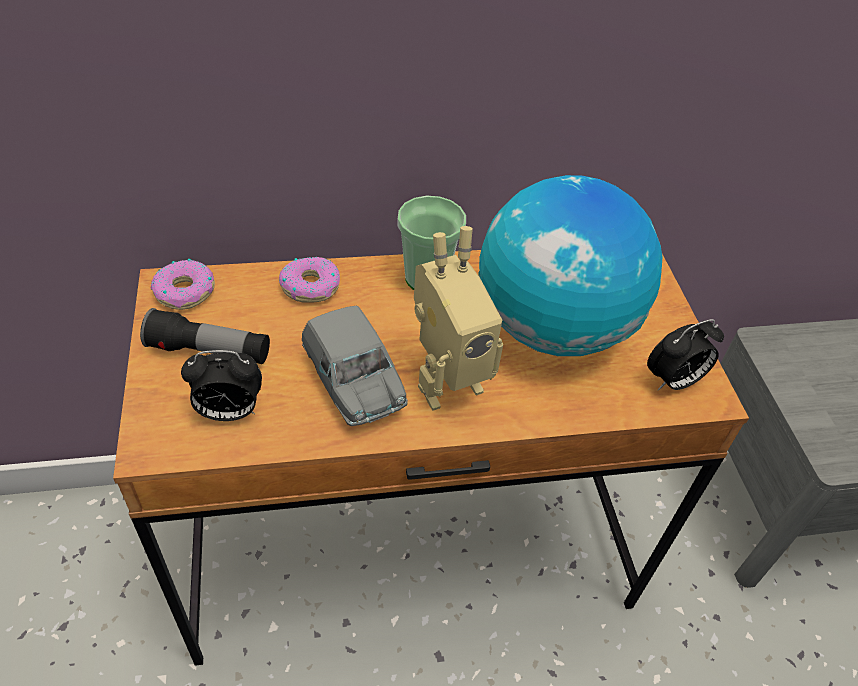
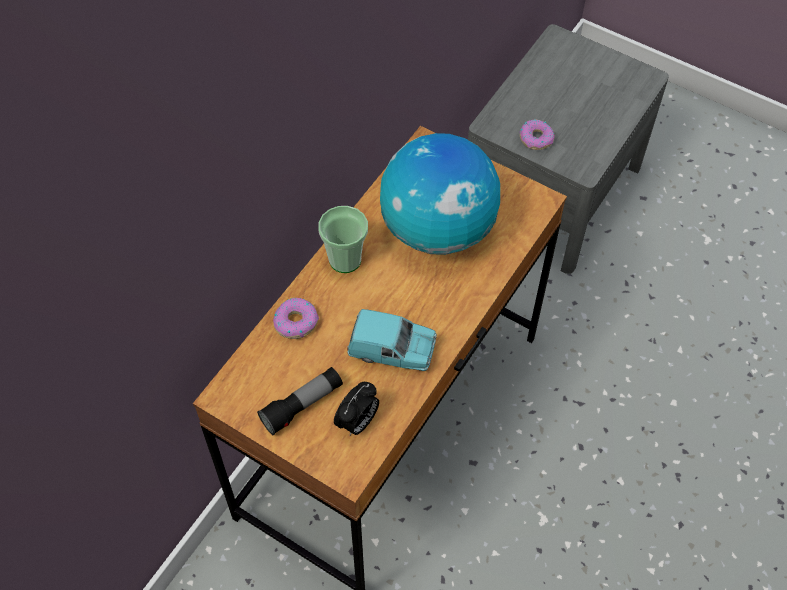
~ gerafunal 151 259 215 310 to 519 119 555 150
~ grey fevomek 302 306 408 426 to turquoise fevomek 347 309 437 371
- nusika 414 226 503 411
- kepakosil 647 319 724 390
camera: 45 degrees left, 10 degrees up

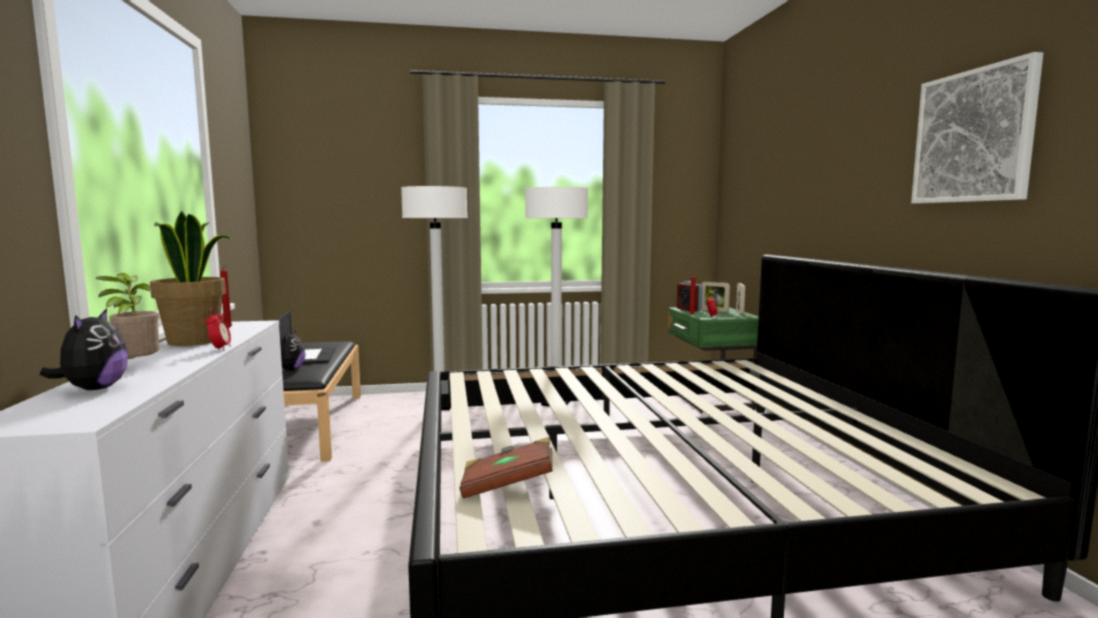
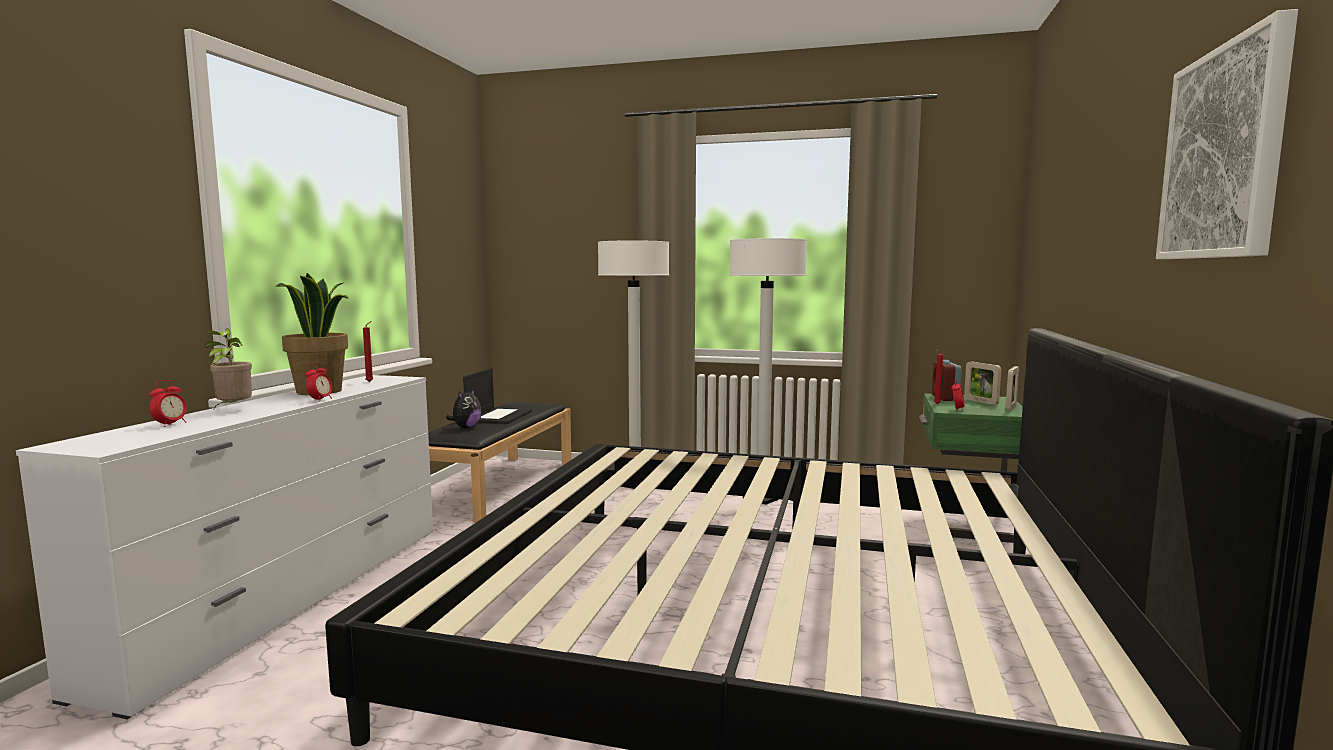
~ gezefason 40 308 128 390 to kepakosil 149 380 187 427
- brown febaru 459 437 553 499
camera: 25 degrees right, 0 degrees up

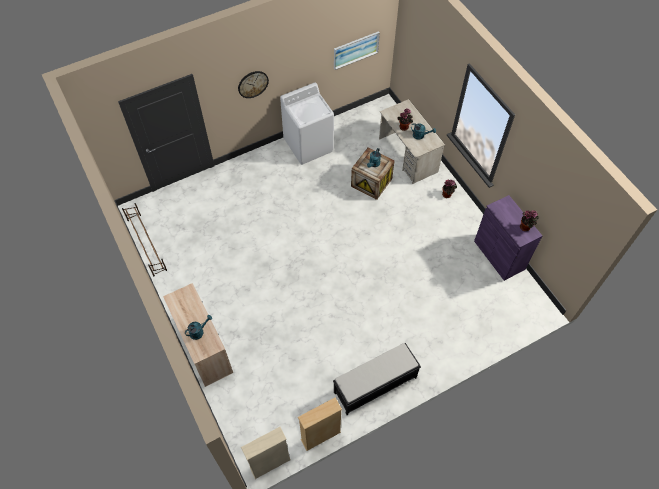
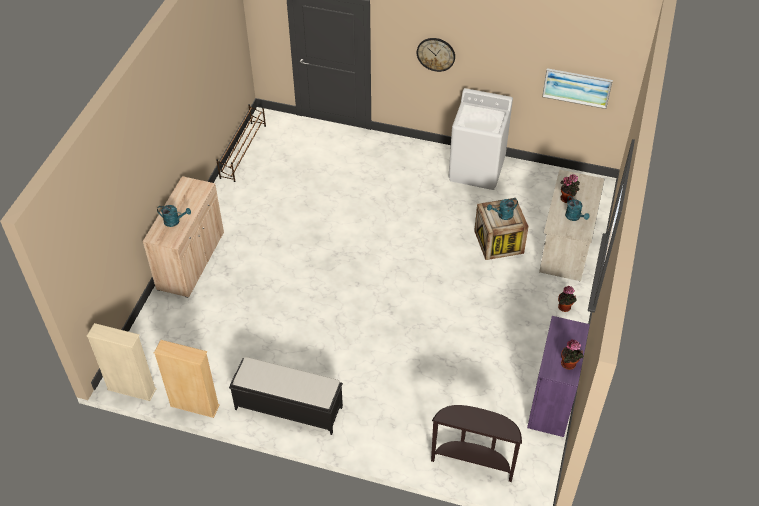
+ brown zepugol 431 405 522 482
camera: 45 degrees right, 10 degrees down

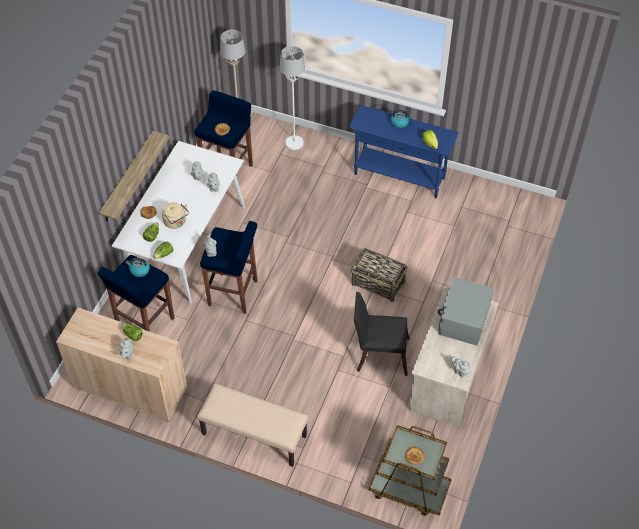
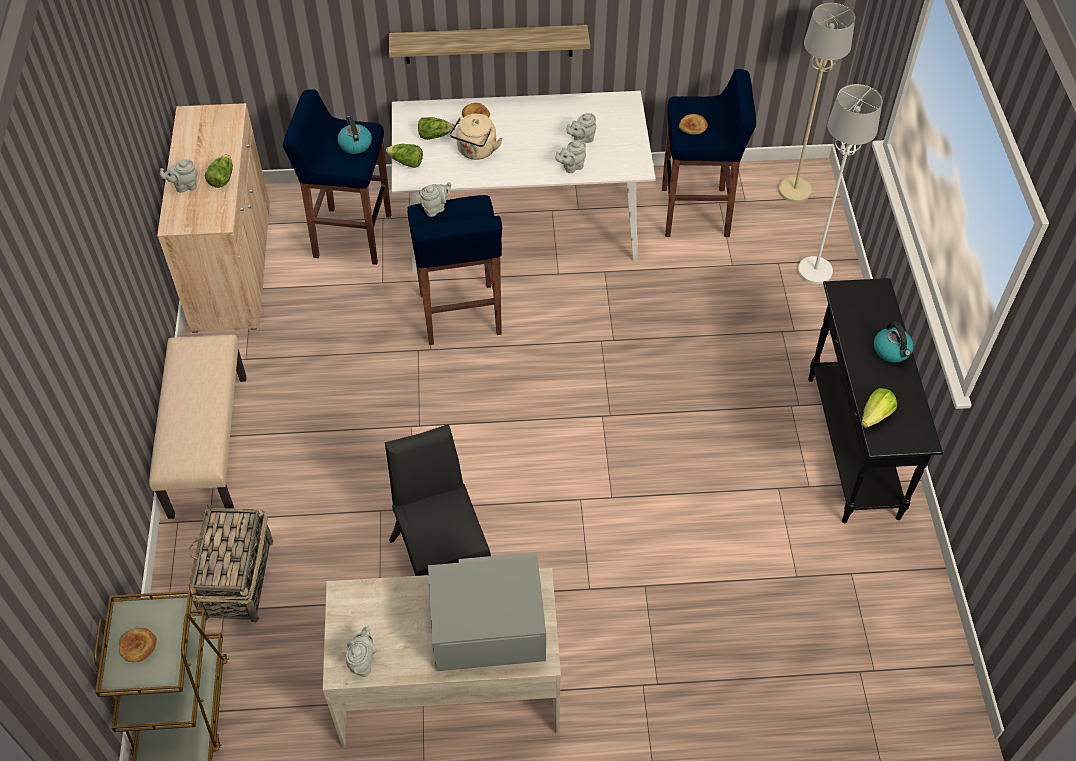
~ blue zepugol 349 105 459 198 to black zepugol 808 278 943 523
~ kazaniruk 351 248 407 302 to 188 505 273 622
camera: 65 degrees right, 0 degrees up

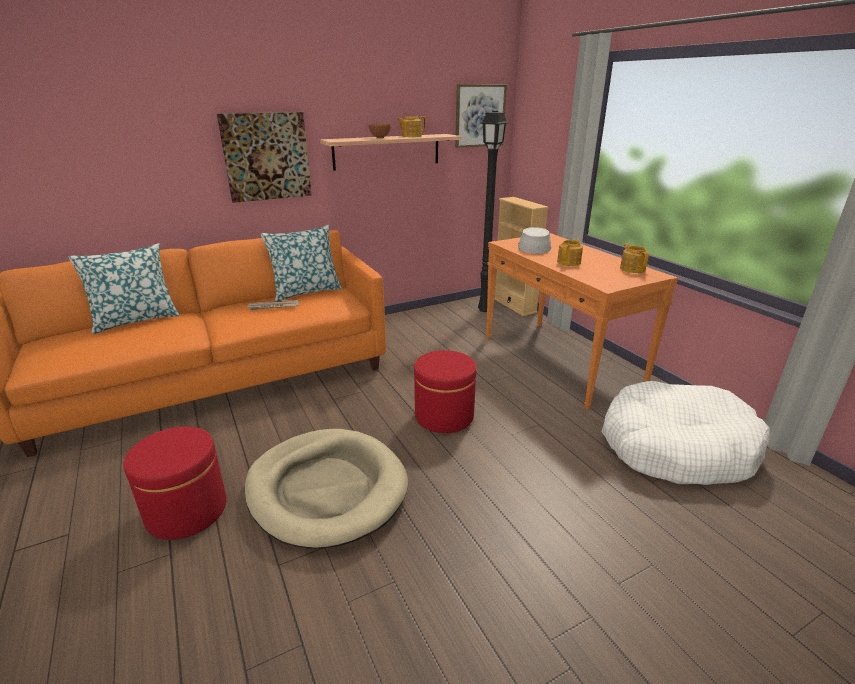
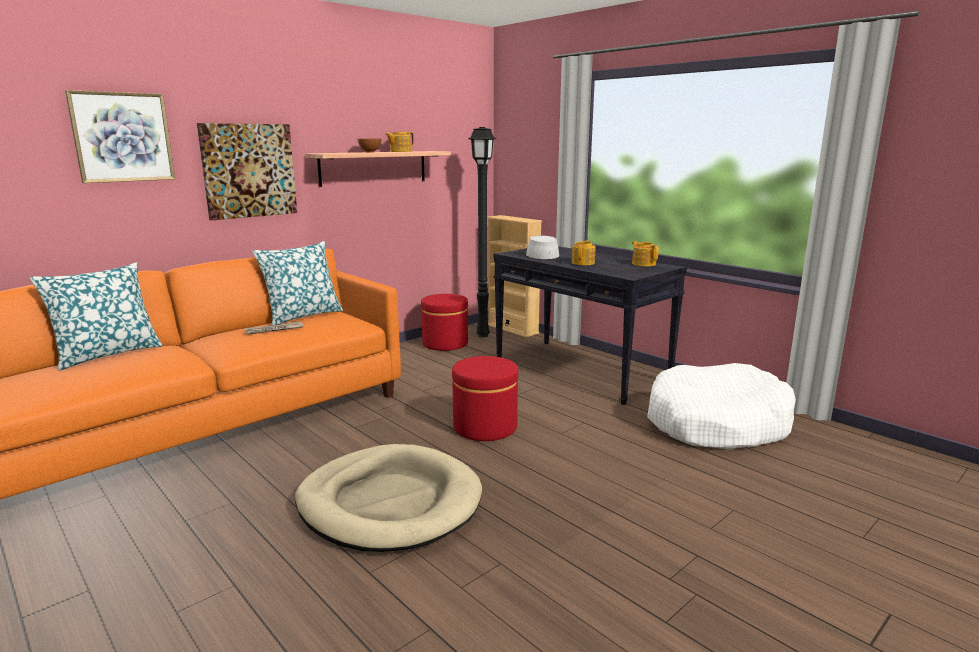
~ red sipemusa 123 426 227 540 to 421 294 468 351
~ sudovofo 455 84 507 148 to 65 90 175 183
~ orange zepugol 486 233 678 409 to black zepugol 493 246 687 405
camera: 15 degrees left, 10 degrees down

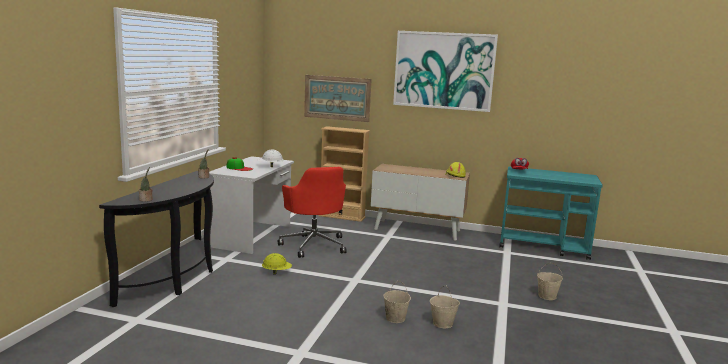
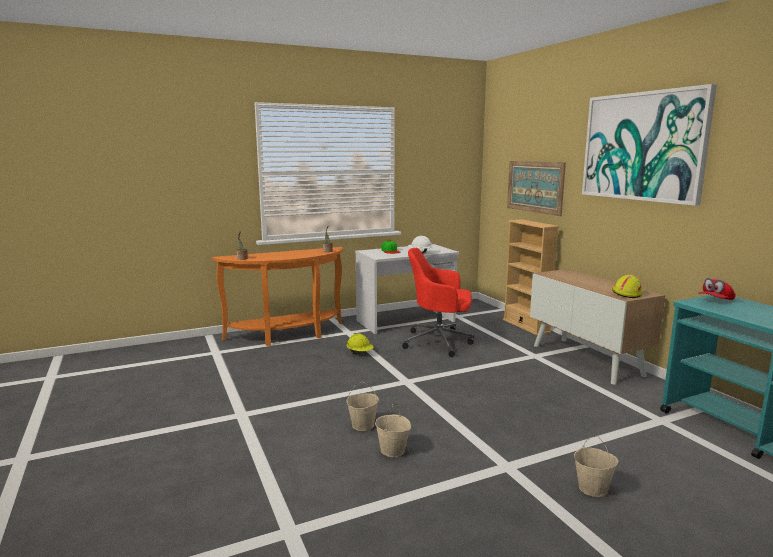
~ black zepugol 99 171 214 307 to orange zepugol 212 247 343 346
~ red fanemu 278 167 347 258 = 402 248 474 357 75 degrees clockwise
camera: 50 degrees right, 0 degrees up

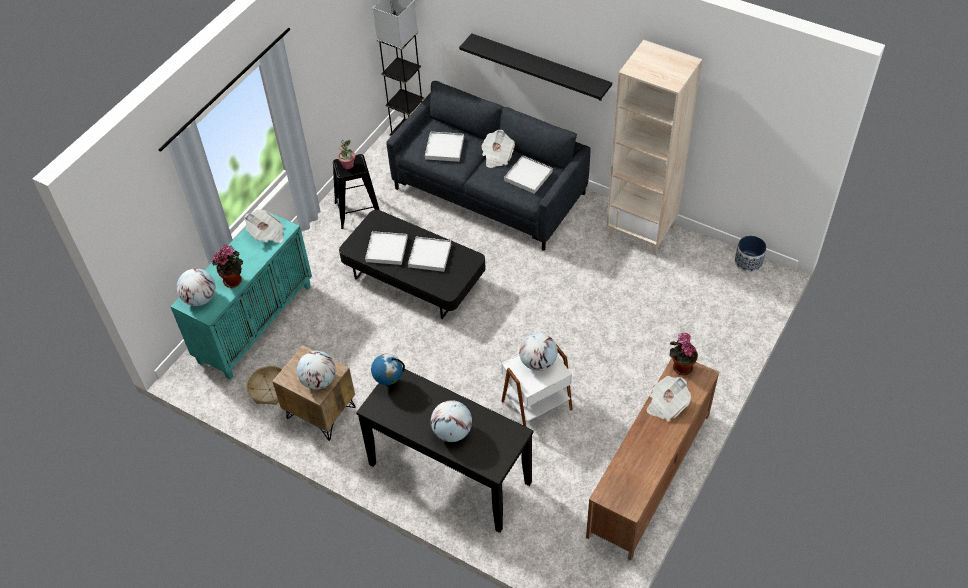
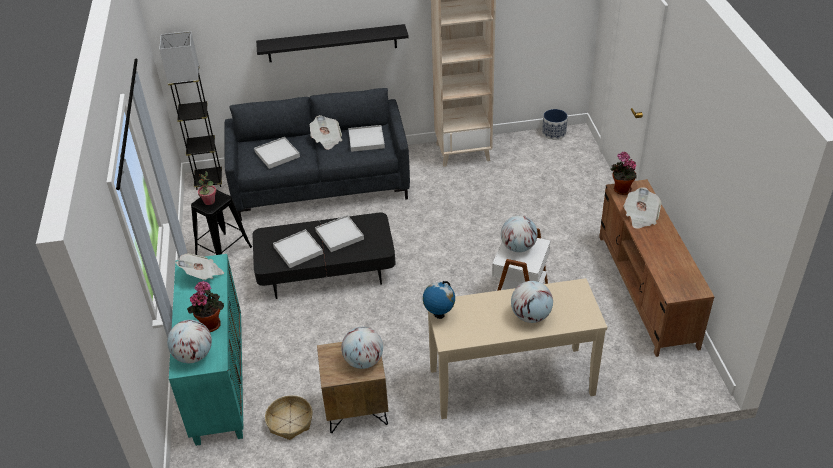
~ black zepugol 356 369 533 533 to beige zepugol 428 278 607 419
camera: 40 degrees left, 10 degrees down

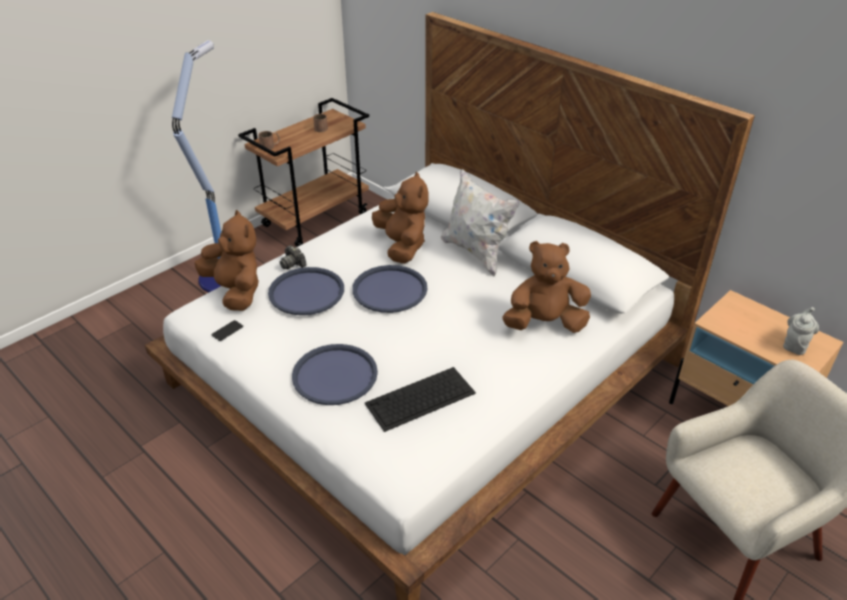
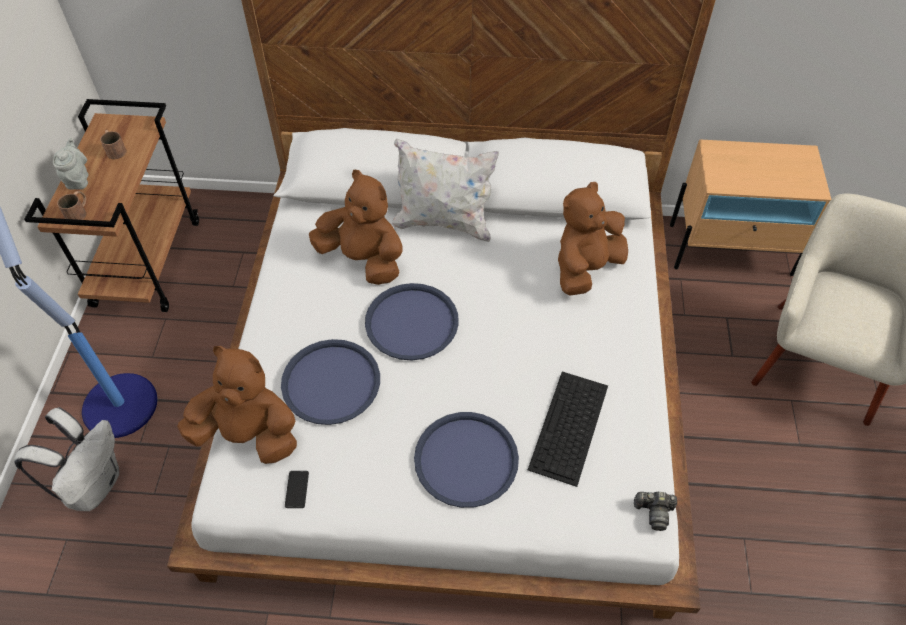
~ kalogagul 280 245 307 269 to 634 492 677 531
~ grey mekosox 783 307 819 355 to 53 137 88 190
+ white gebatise 14 407 119 511
camera: 40 degrees left, 15 degrees up

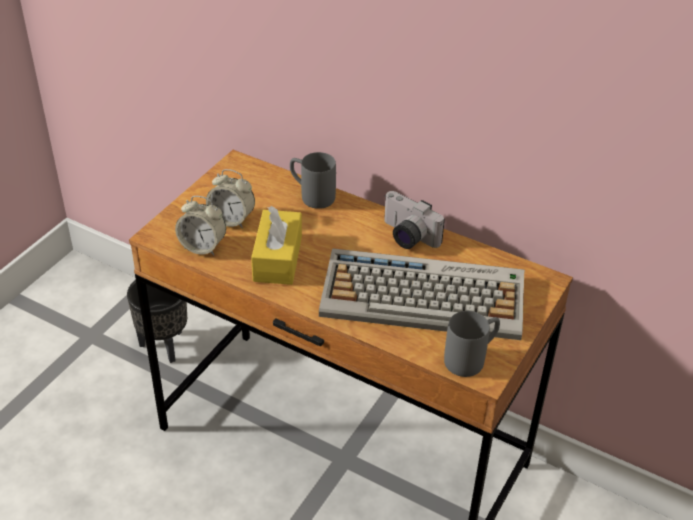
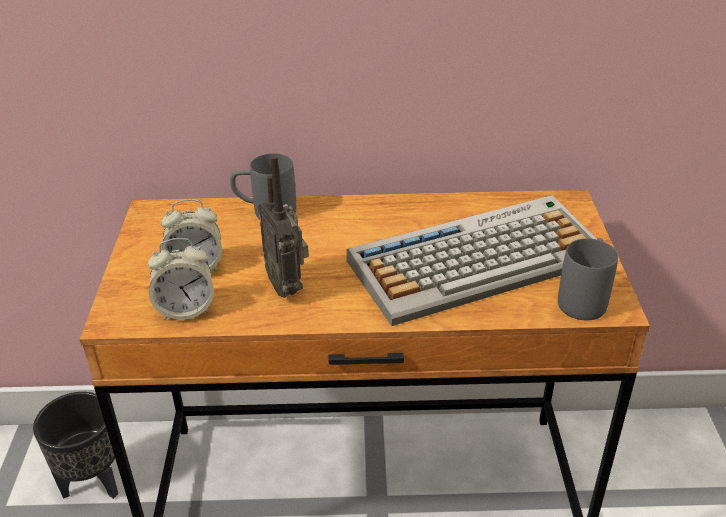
~ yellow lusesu 251 206 302 285 to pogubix 258 155 309 298
- kalogagul 384 191 445 249
camera: 30 degrees left, 5 degrees down

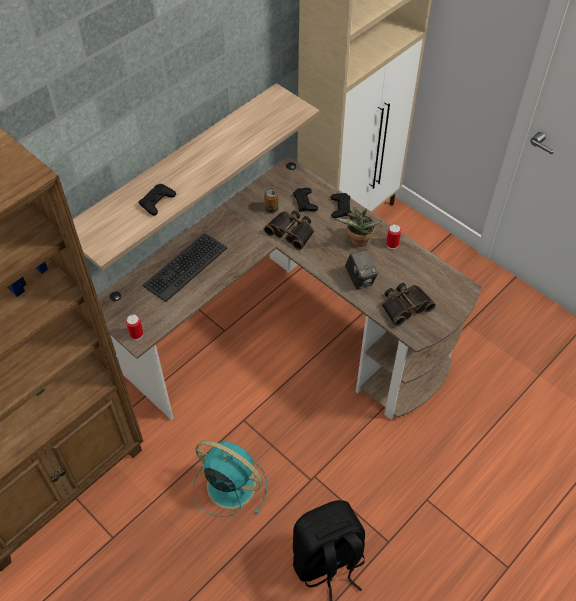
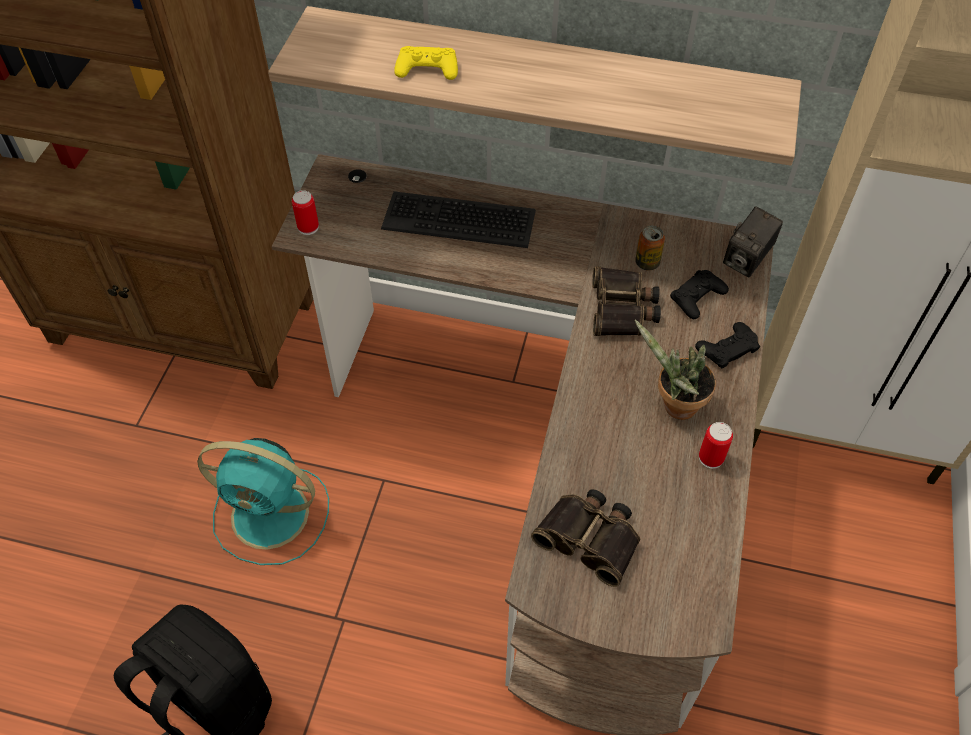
~ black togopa 138 184 176 216 to yellow togopa 394 46 458 80
~ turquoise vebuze 193 440 268 516 = 197 438 329 565 105 degrees clockwise
~ kalogagul 345 249 378 290 to 723 206 783 278
camera: 60 degrees right, 0 degrees up

